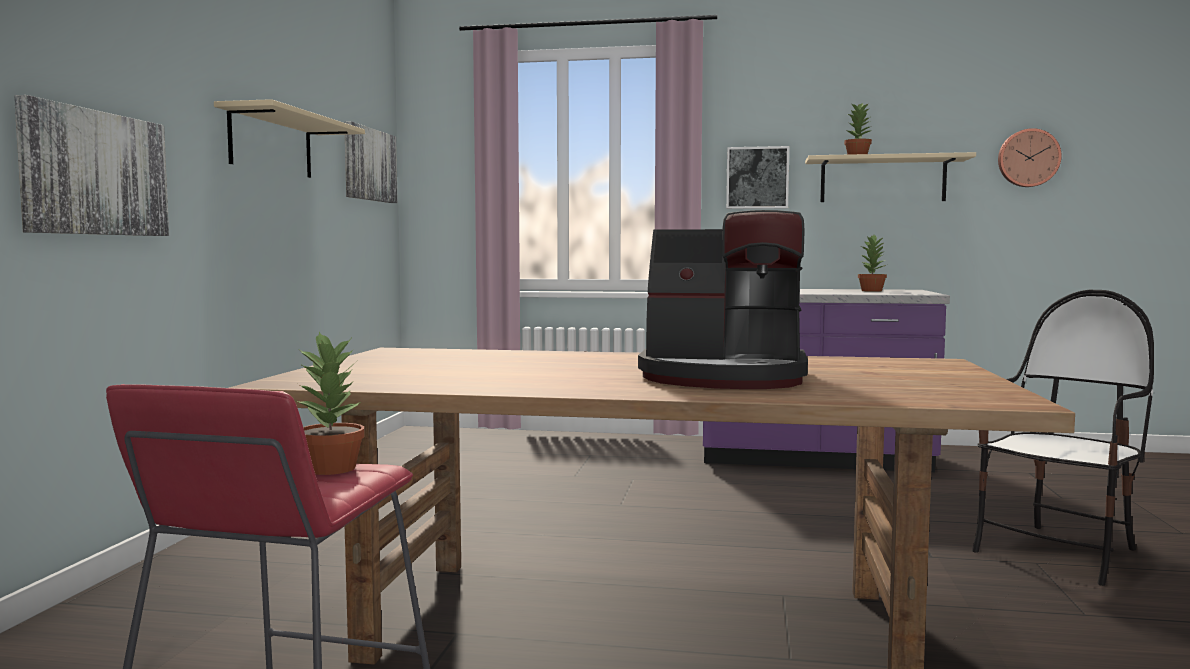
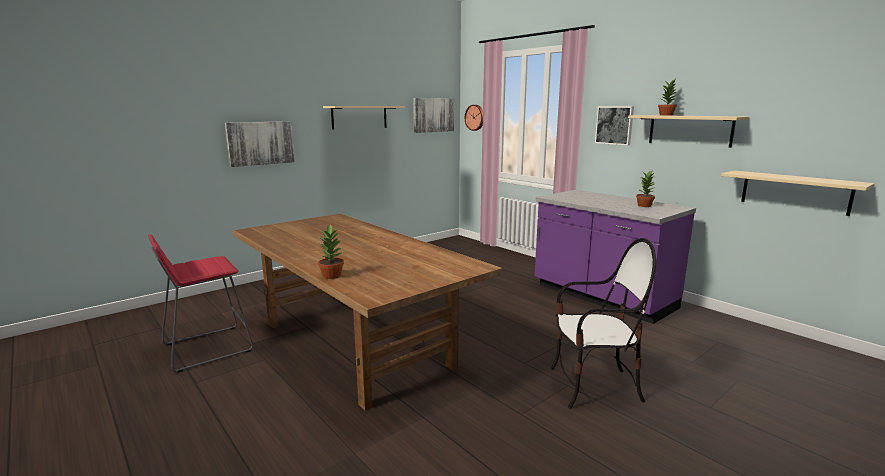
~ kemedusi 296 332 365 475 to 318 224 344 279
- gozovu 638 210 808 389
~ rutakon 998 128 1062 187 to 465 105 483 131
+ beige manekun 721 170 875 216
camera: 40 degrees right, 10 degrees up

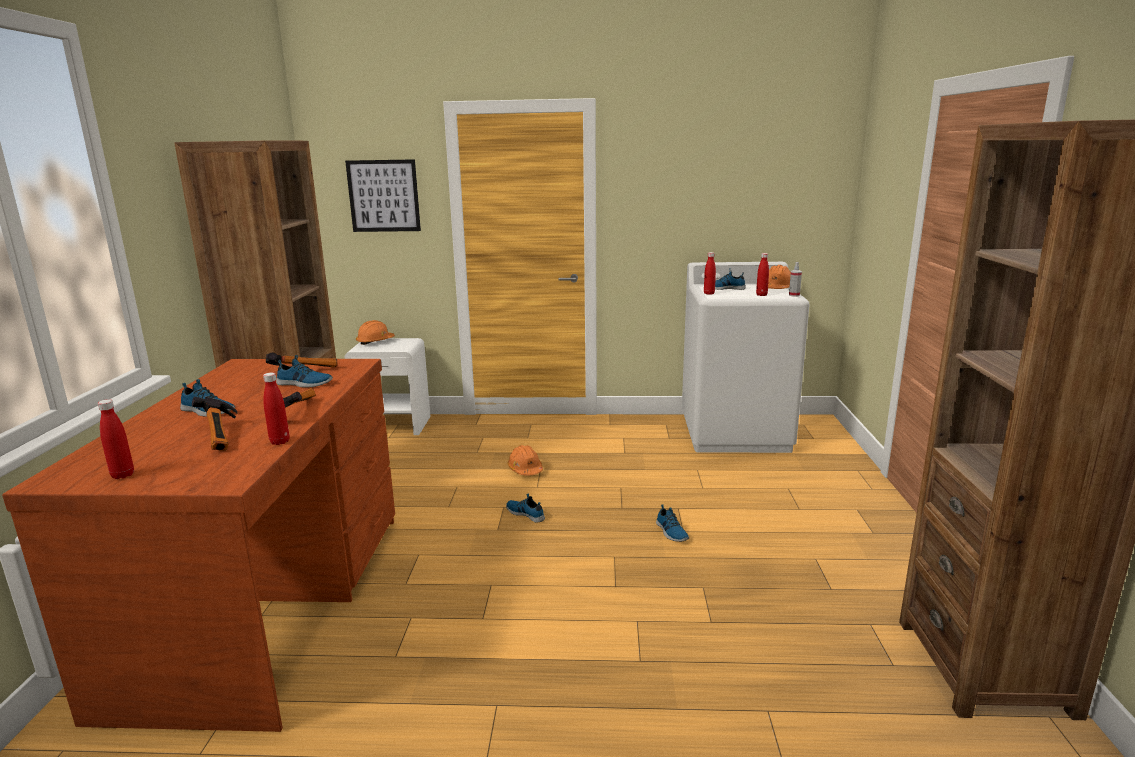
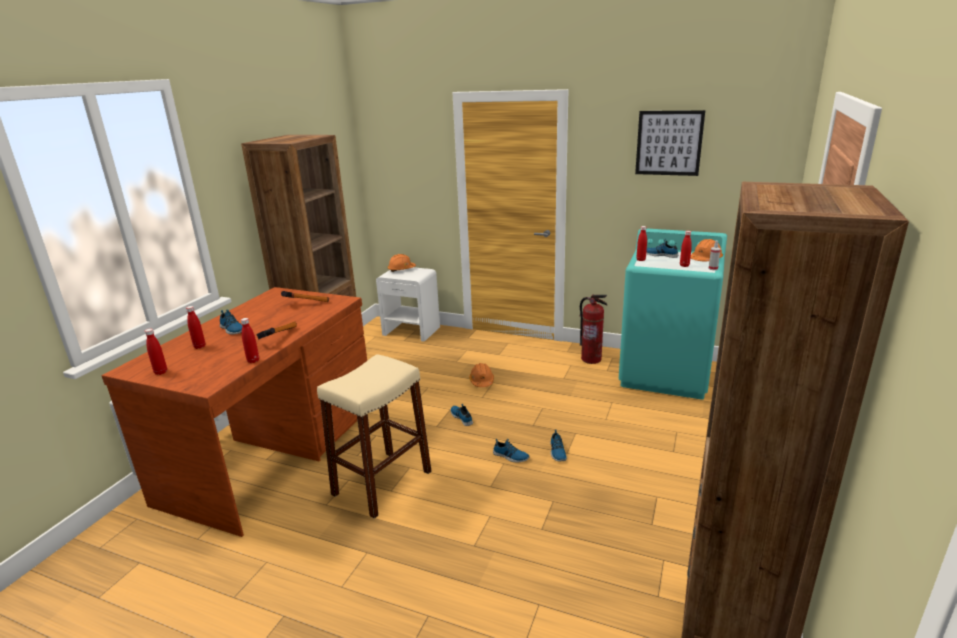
- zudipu 192 397 238 451
~ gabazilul 276 355 333 388 to 493 439 530 462
~ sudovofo 345 159 421 232 to 635 110 705 176
~ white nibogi 682 262 810 453 to turquoise nibogi 619 228 727 399
+ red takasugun 186 306 205 349
+ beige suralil 317 354 432 519
+ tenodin 580 294 607 364
camera: 20 degrees right, 5 degrees up

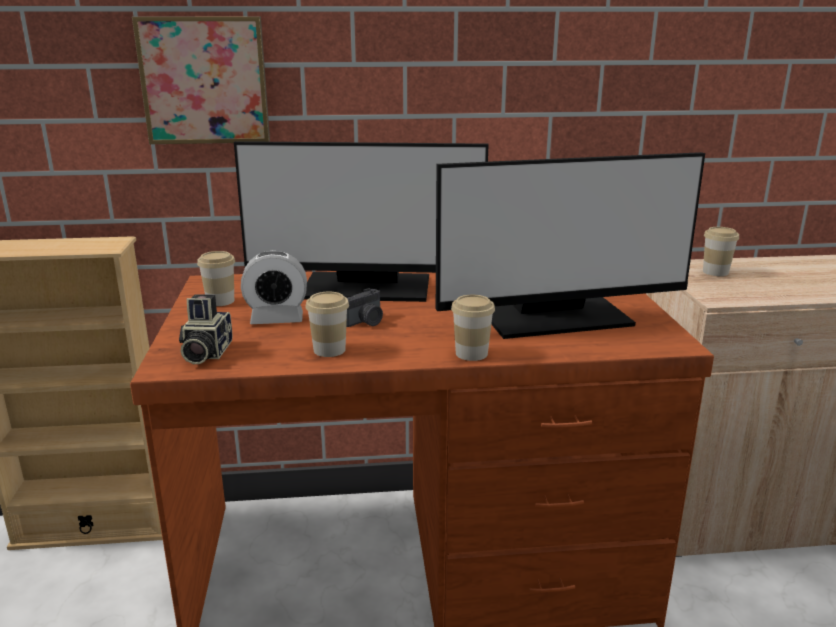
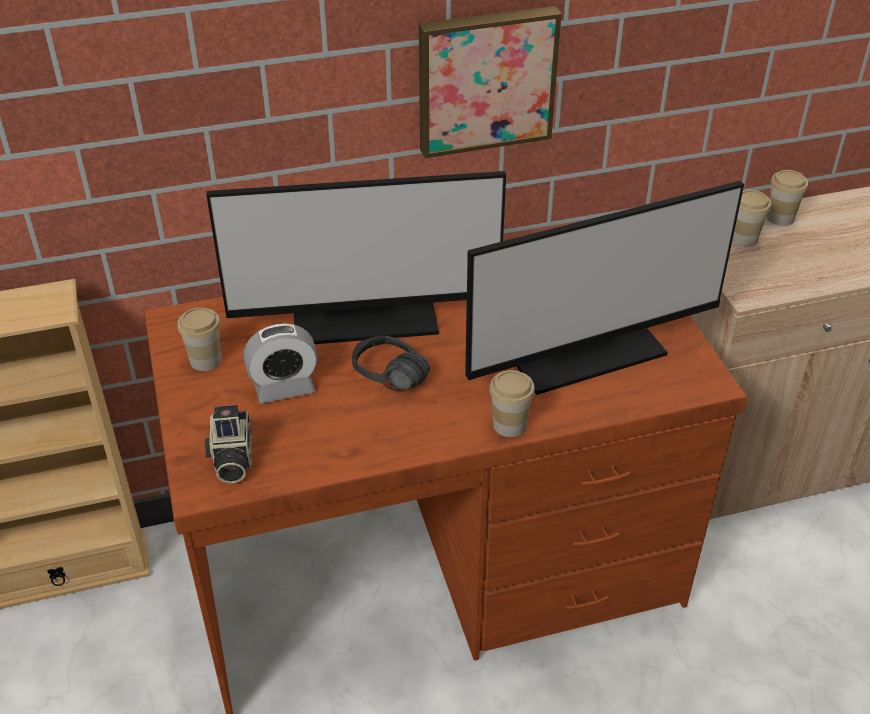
~ sudovofo 132 17 270 144 to 419 6 562 158
~ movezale 306 292 349 357 to 767 170 808 226
~ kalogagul 346 288 383 327 to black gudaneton 352 336 430 391
camera: 10 degrees left, 20 degrees up

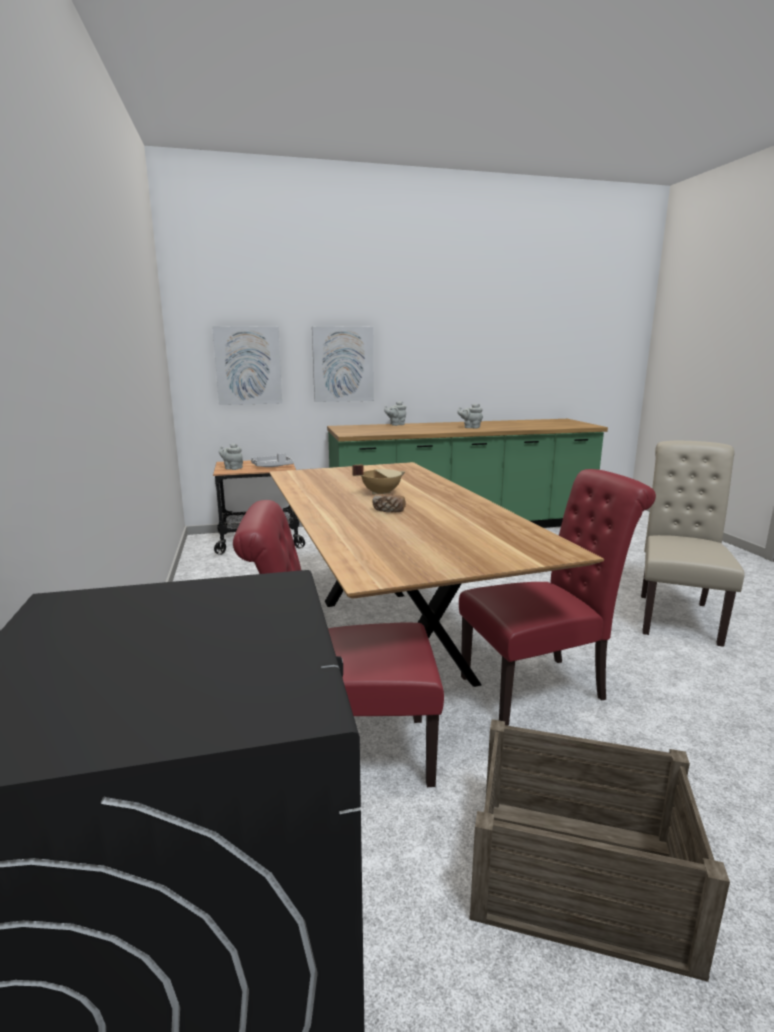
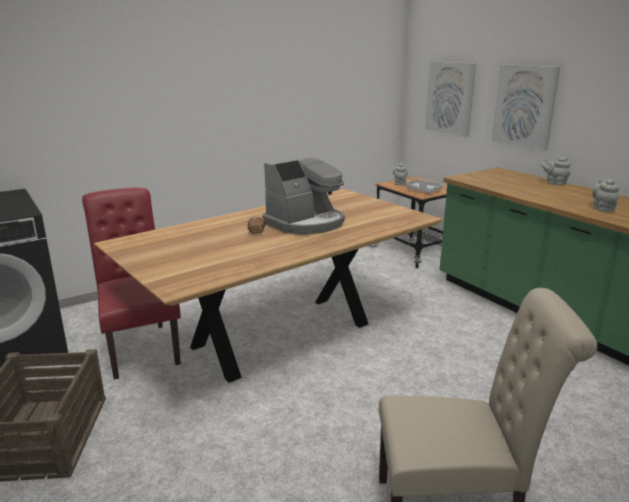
~ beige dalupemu 352 464 405 495 to gozovu 262 155 345 234
- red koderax 459 469 656 726
camera: 70 degrees right, 5 degrees up

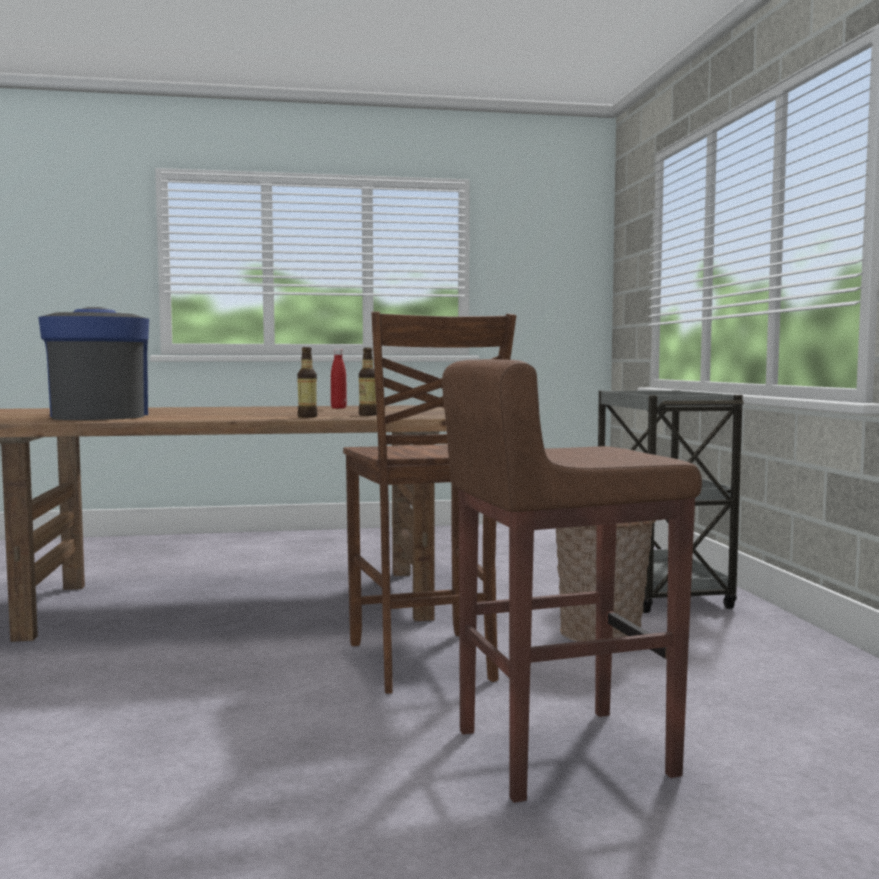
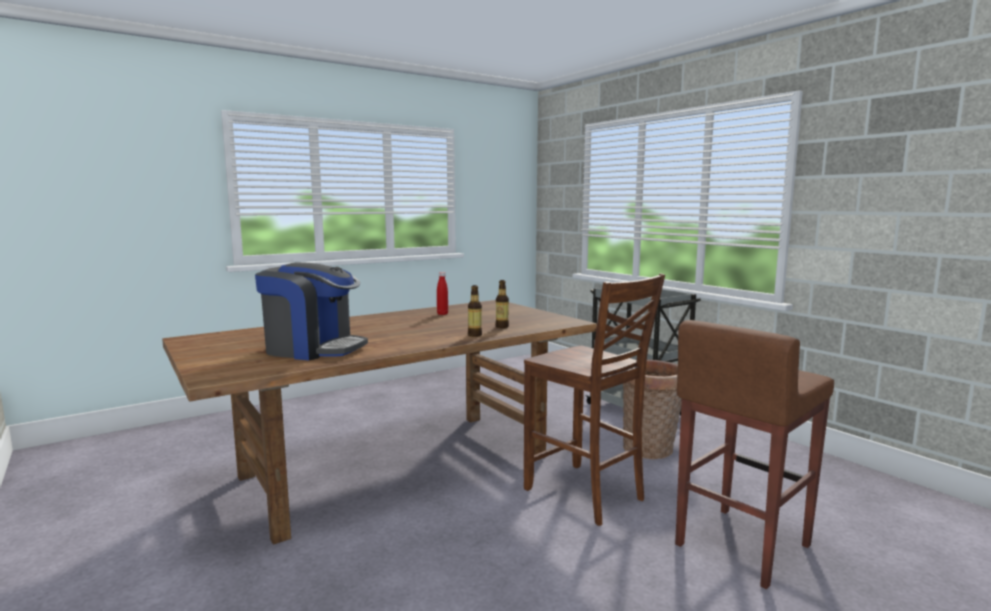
~ gozovu 38 307 149 420 = 255 262 368 360 150 degrees clockwise
camera: 25 degrees left, 5 degrees up

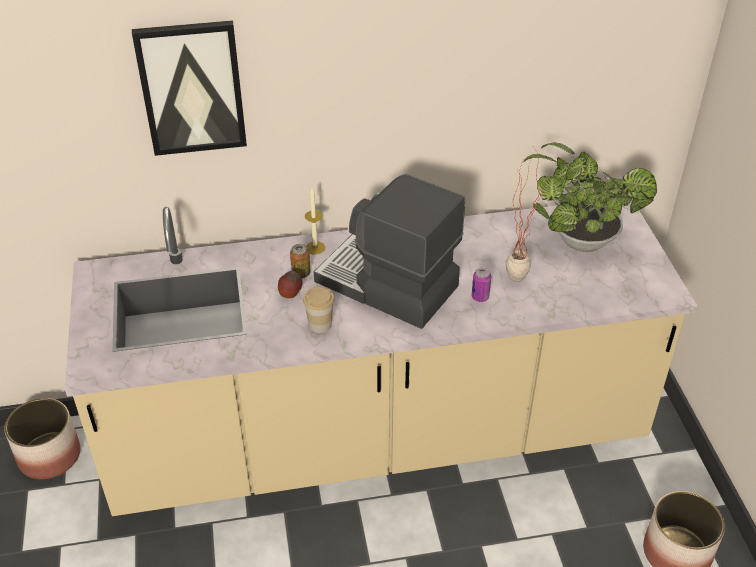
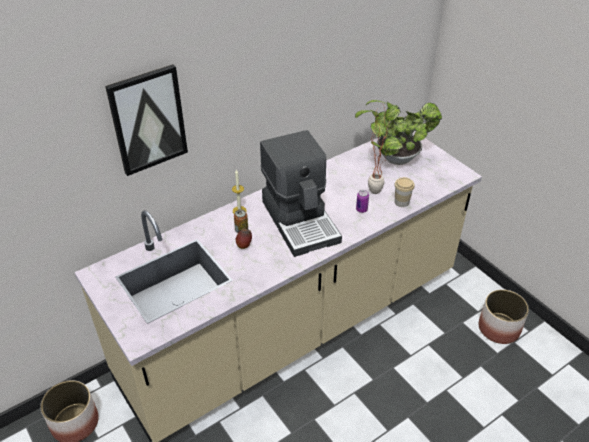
~ movezale 303 287 335 333 to 394 177 415 207
~ gozovu 314 174 465 329 = 260 130 342 257 120 degrees counterclockwise
camera: 25 degrees left, 0 degrees up

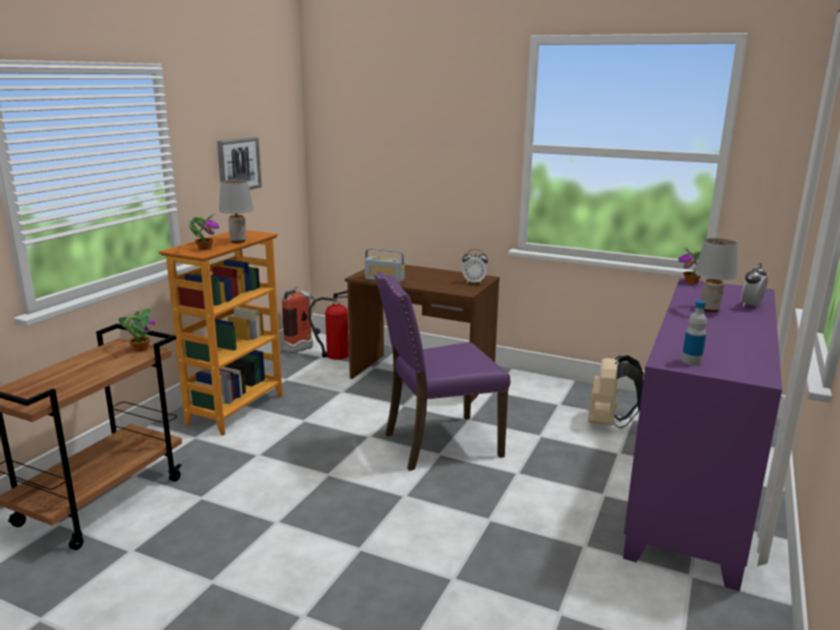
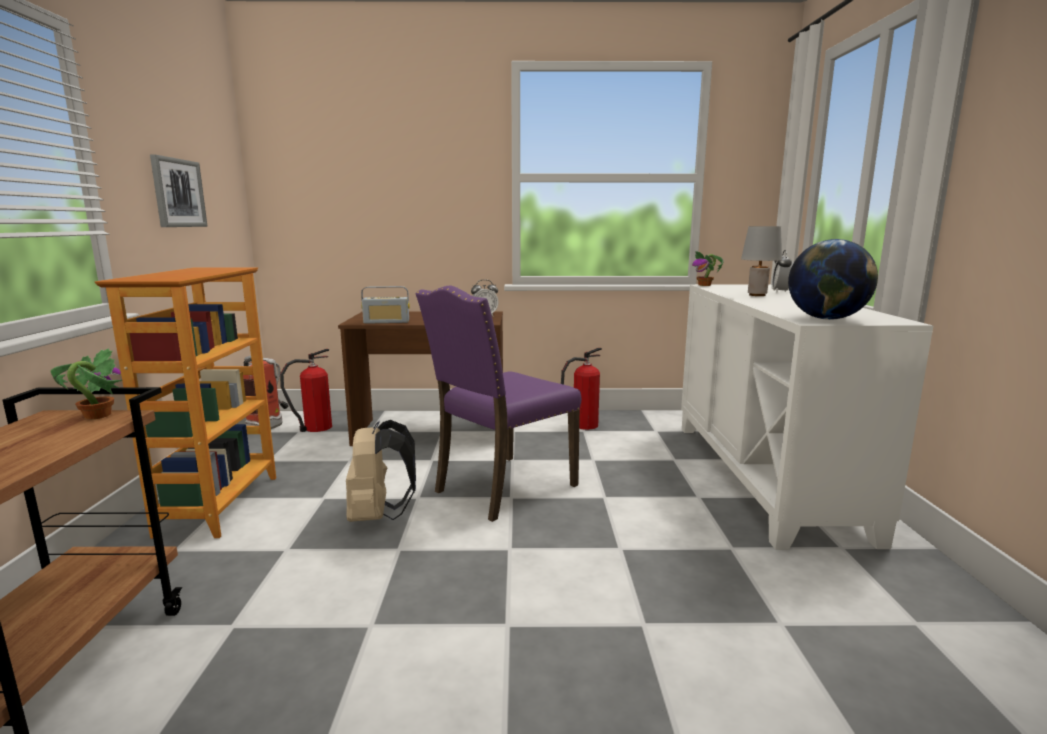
- kemedusi 189 213 219 250
- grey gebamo 219 180 254 243
~ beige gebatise 588 355 644 428 to 346 420 416 522
~ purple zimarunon 623 278 782 591 to white zimarunon 681 285 933 550
~ takasugun 682 300 707 365 to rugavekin 788 239 878 320
+ tenodin 561 348 602 430
camera: 25 degrees left, 5 degrees down

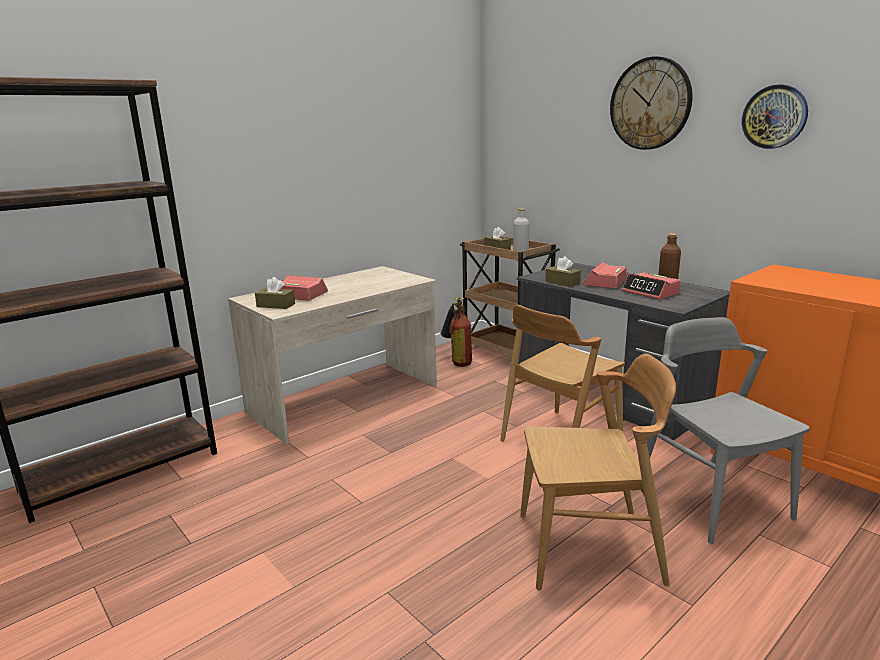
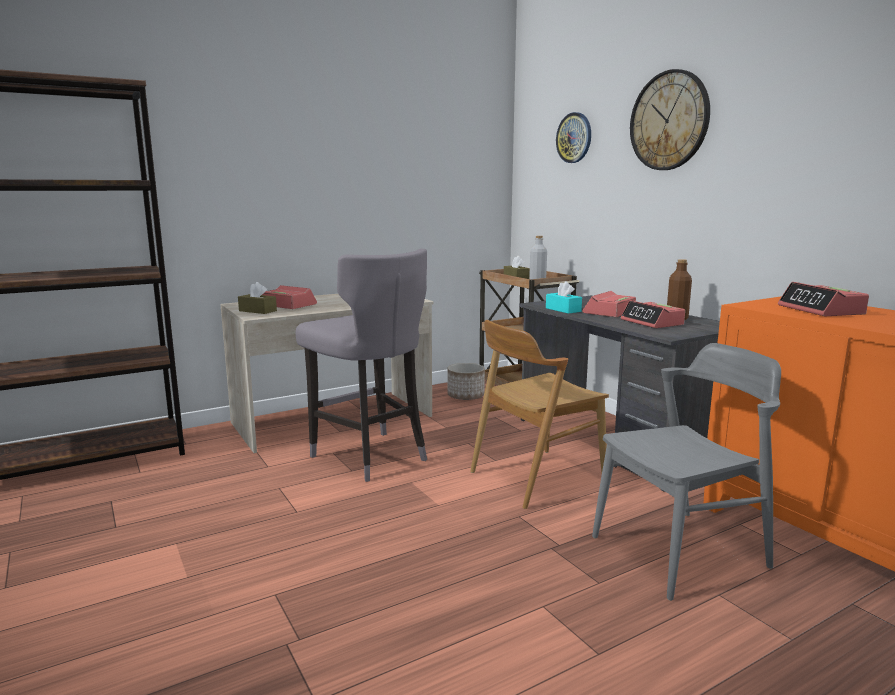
~ tenodin 441 297 472 367 to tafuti 448 363 485 400
- brown koderax 520 354 676 590
~ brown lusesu 546 256 581 287 to turquoise lusesu 546 281 582 314
~ grey koderax 647 317 809 544 = 592 343 781 601 75 degrees clockwise
~ rutakon 742 84 808 149 to 556 112 591 163
+ grey suralil 296 248 427 482
+ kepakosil 778 282 869 316
camera: 10 degrees right, 5 degrees down

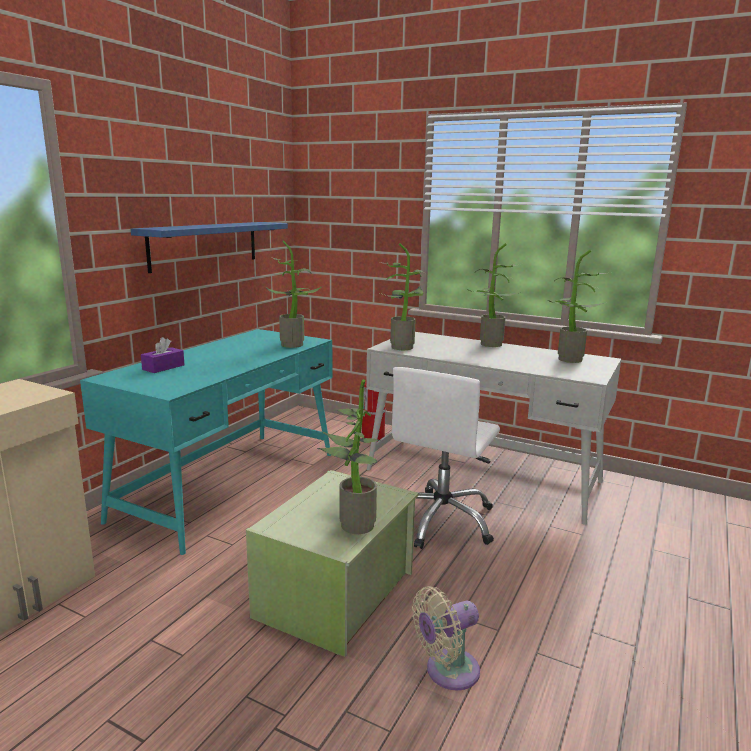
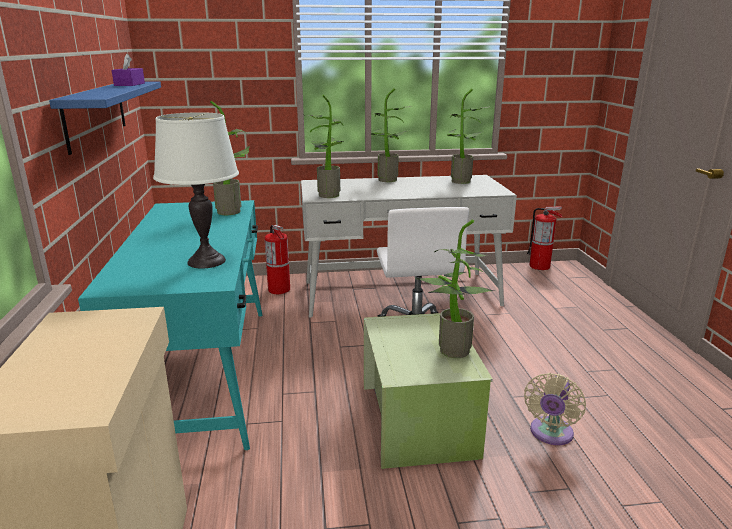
~ purple lusesu 141 337 185 373 to 112 54 145 86
+ white gebamo 153 112 239 269
+ tenodin 527 206 562 270
camera: 35 degrees left, 5 degrees up

